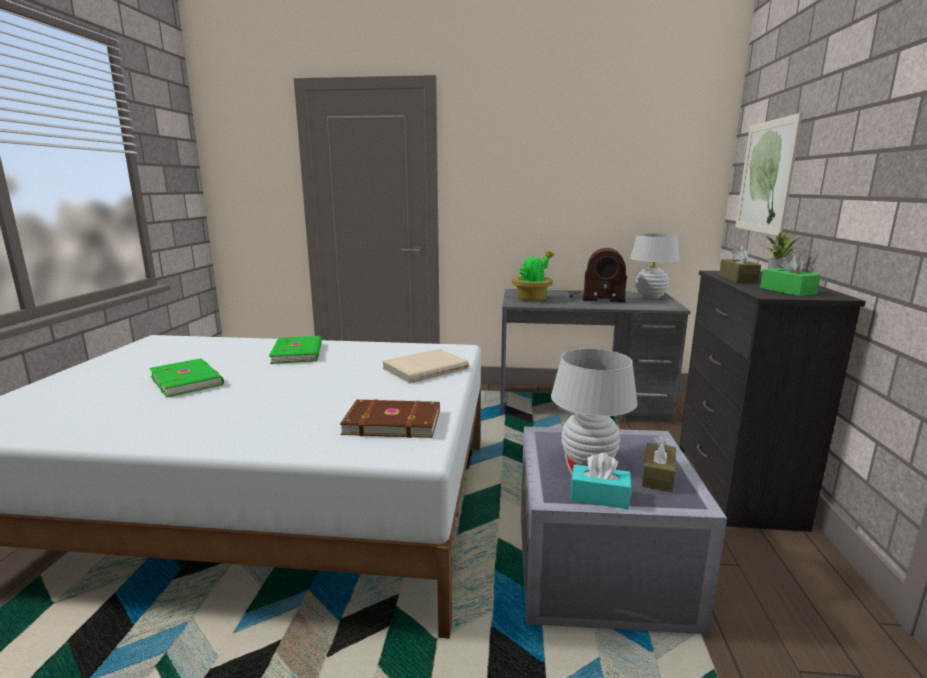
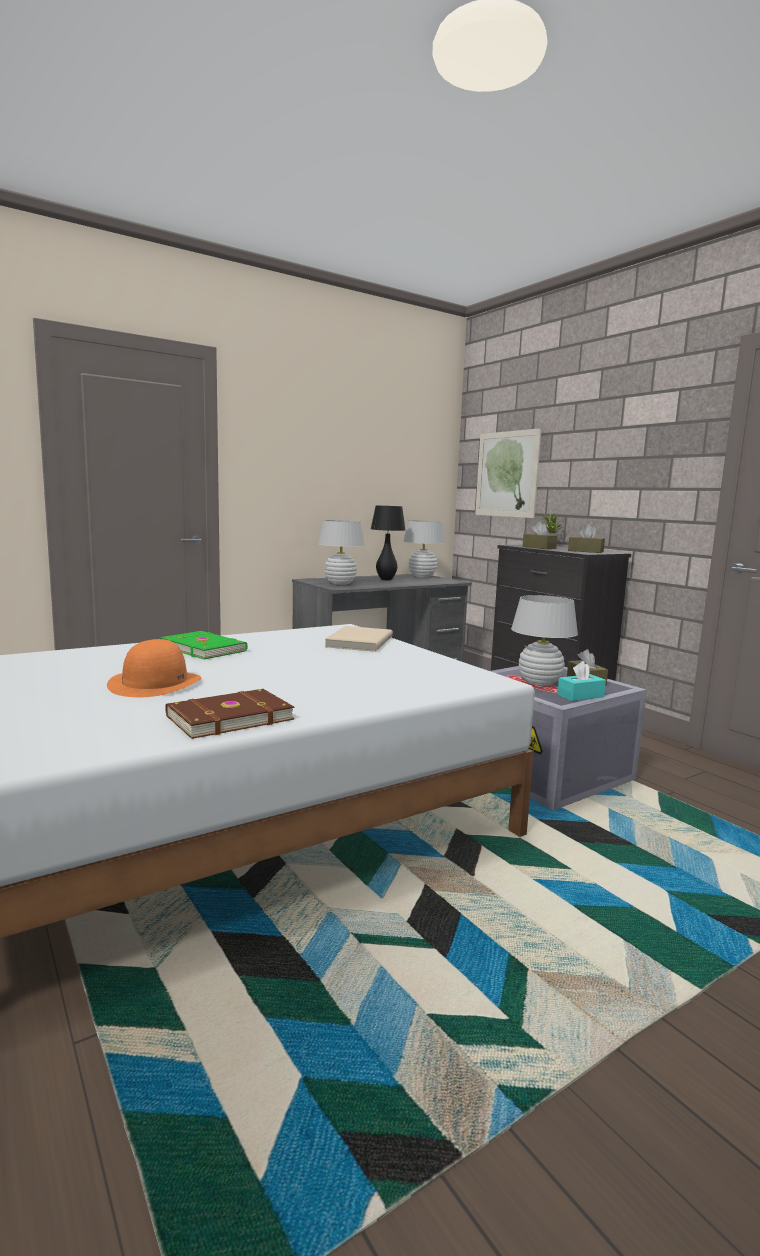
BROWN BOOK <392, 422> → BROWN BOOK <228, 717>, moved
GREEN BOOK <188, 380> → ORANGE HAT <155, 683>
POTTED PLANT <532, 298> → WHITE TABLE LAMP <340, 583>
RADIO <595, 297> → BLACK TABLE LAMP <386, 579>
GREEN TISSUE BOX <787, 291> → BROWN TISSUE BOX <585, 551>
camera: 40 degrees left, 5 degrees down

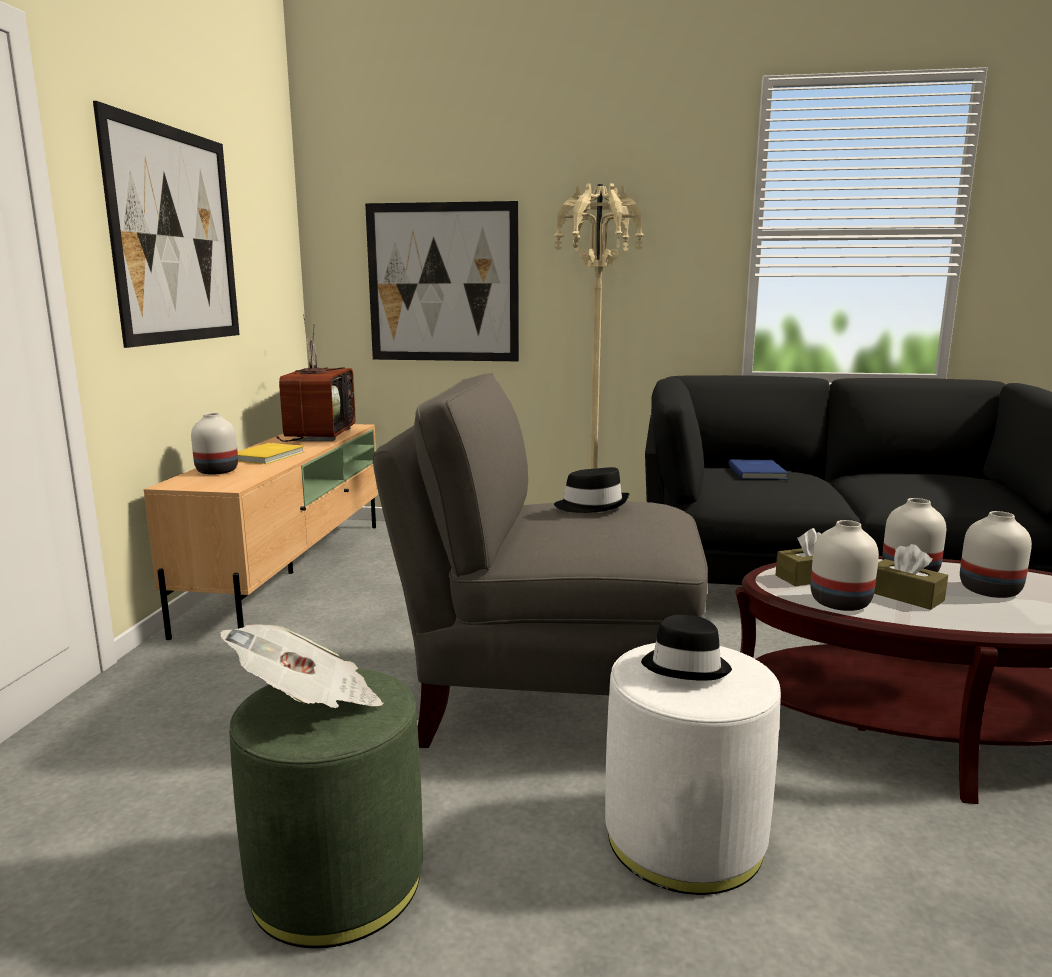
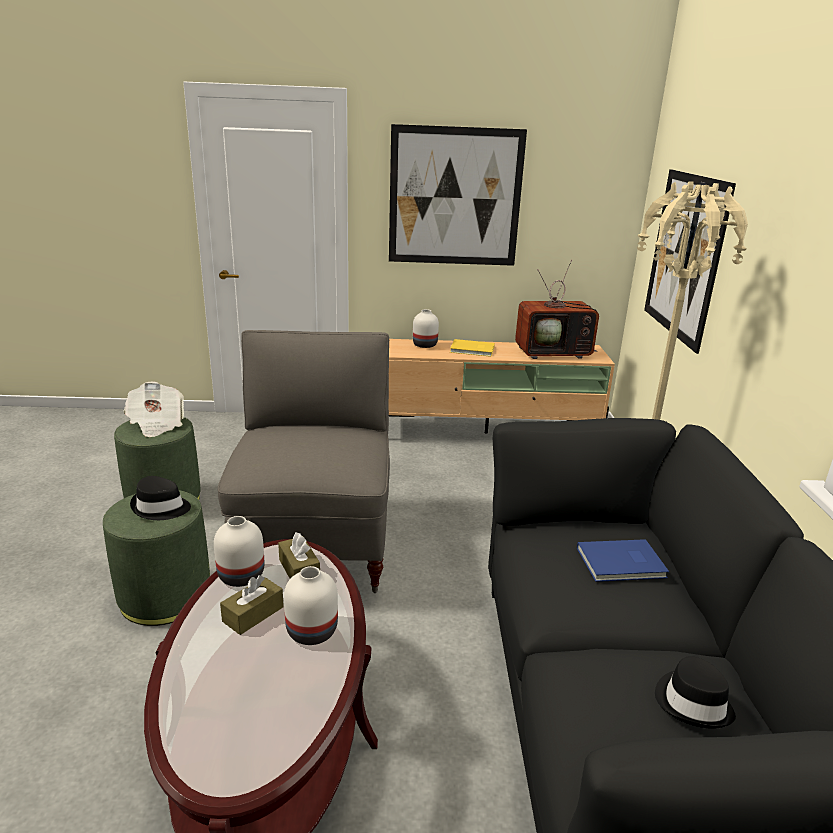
WHITE VASE <991, 590> → -
BLACK HAT <592, 505> → BLACK HAT <693, 702>, moved
WHITE OTTOMAN <684, 837> → GREEN OTTOMAN <165, 596>
camera: 80 degrees right, 10 degrees up

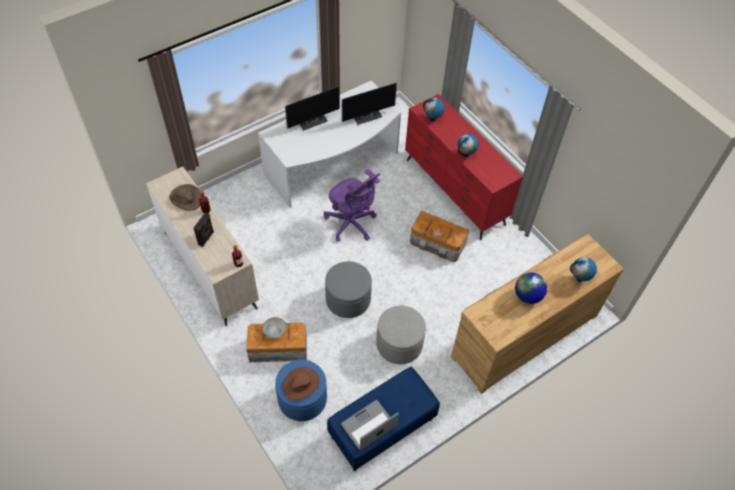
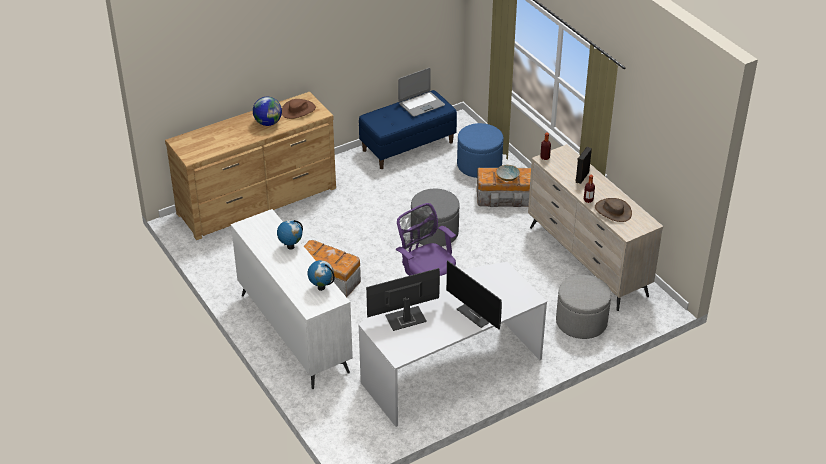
GLOBE <579, 278> → -
BROWN HAT <301, 384> → BROWN HAT <298, 110>, moved
GREY OTTOMAN <399, 344> → GREY OTTOMAN <581, 322>, moved
RED DRESSER <454, 192> → WHITE DRESSER <294, 332>
MONITOR <312, 120> → MONITOR <477, 314>, 105 degrees counterclockwise
camera: 175 degrees left, 15 degrees down

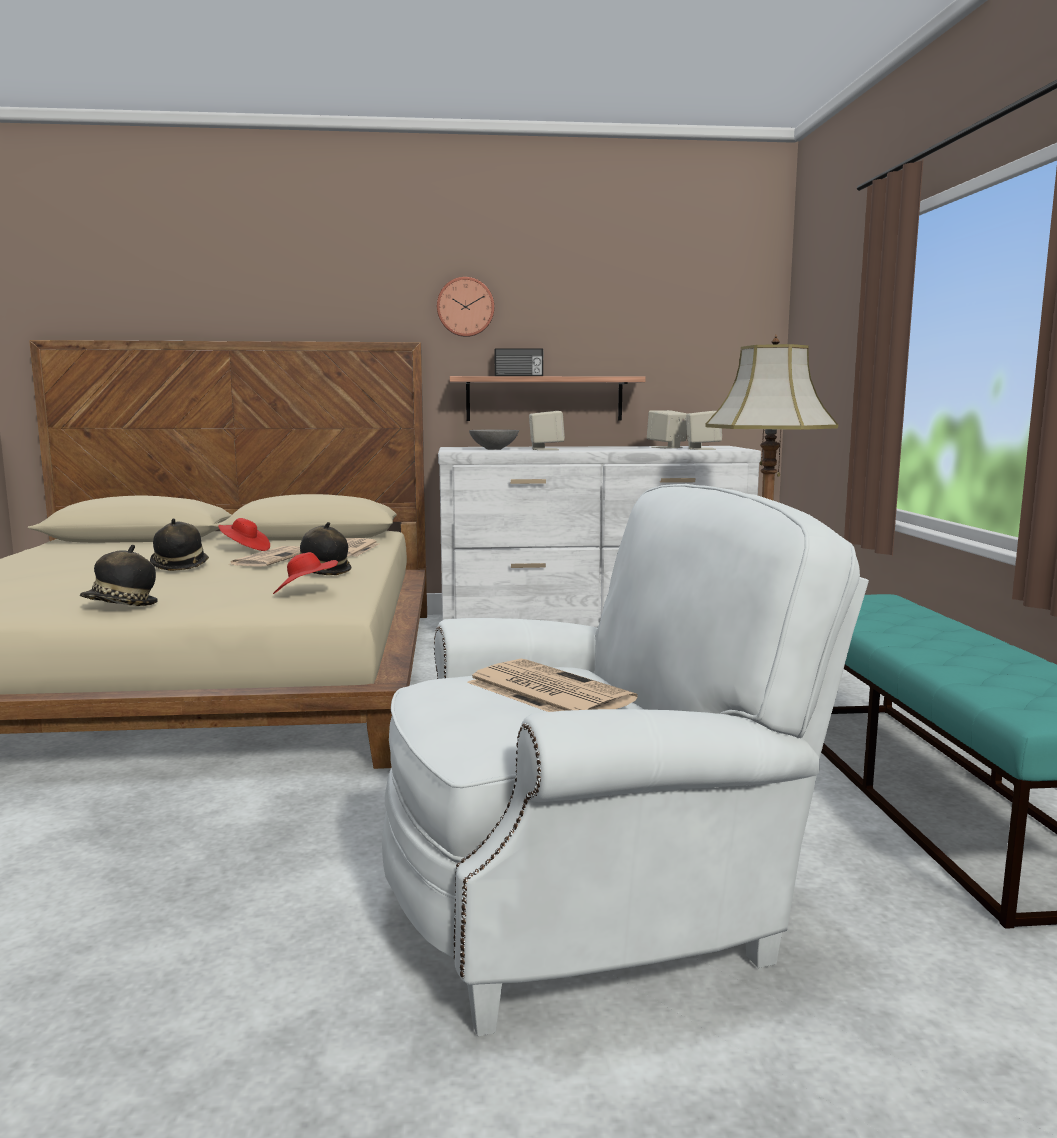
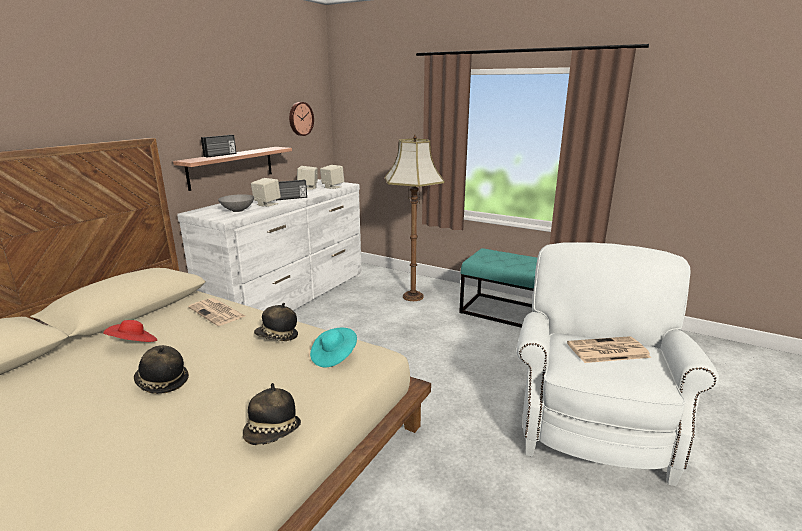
NEWSPAPER <271, 558> → -
- → RADIO <291, 198>
WALL CLOCK <465, 307> → WALL CLOCK <300, 119>, moved
RED HAT <305, 593> → TURQUOISE HAT <334, 356>
camera: 55 degrees left, 10 degrees up

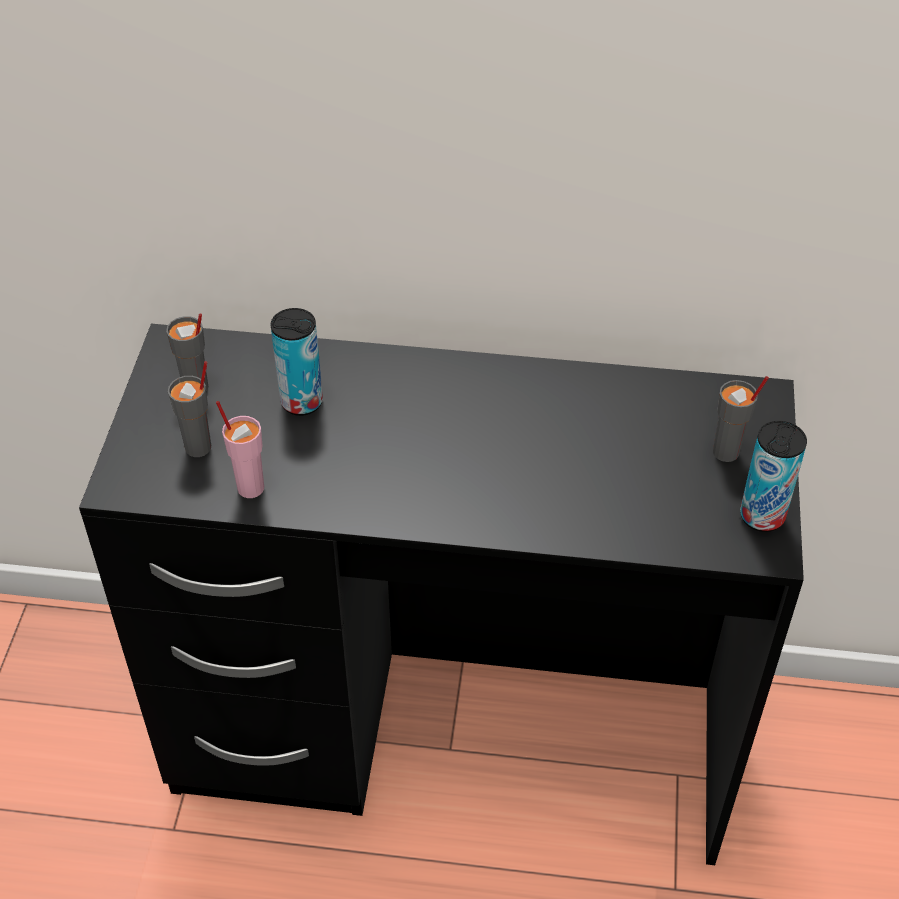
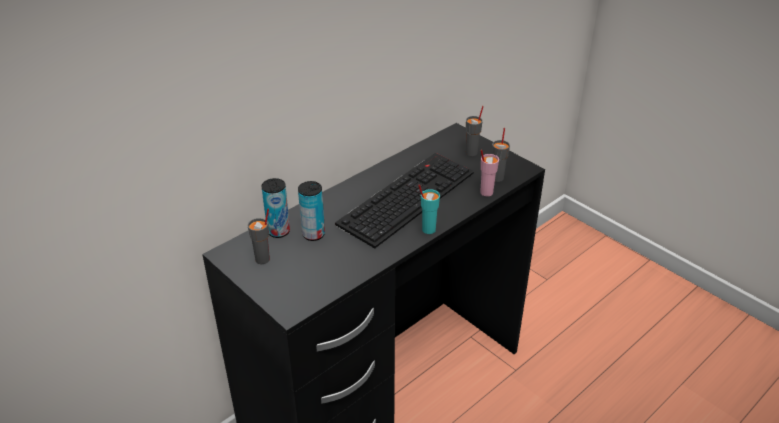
- → KEYBOARD <406, 197>
- → TURQUOISE CUP <428, 229>
GREY CUP <199, 447> → GREY CUP <497, 177>, moved
PINK CUP <250, 487> → PINK CUP <486, 192>, moved
CAN <762, 516> → CAN <278, 231>, moved
camera: 50 degrees left, 10 degrees down

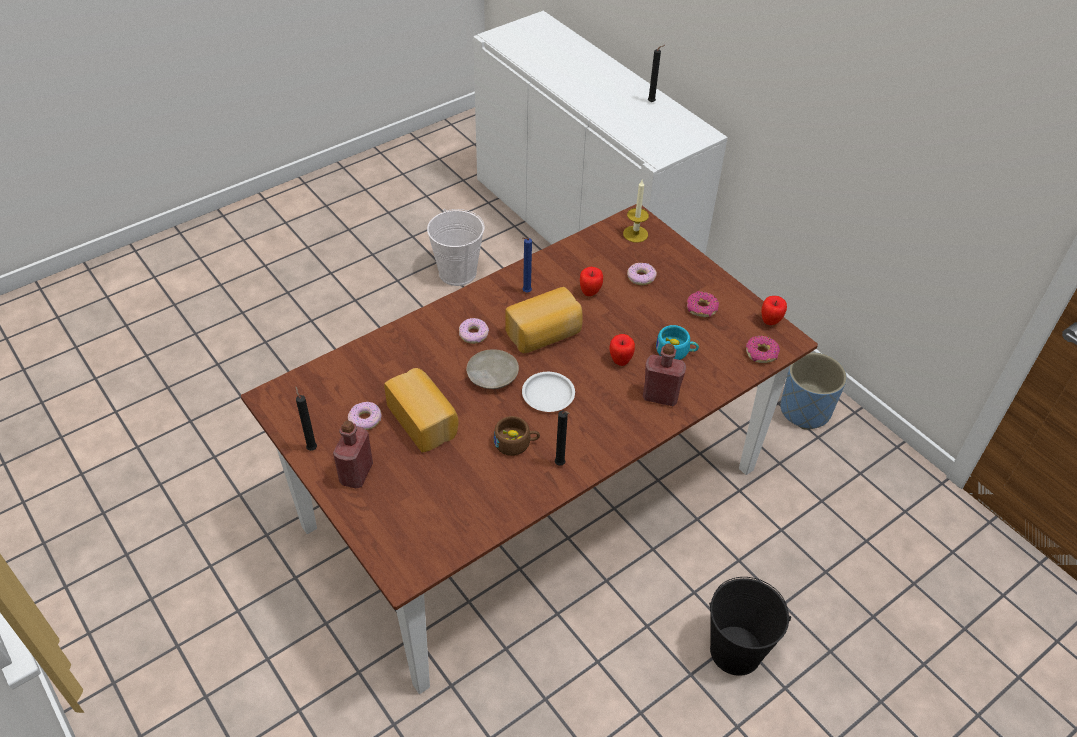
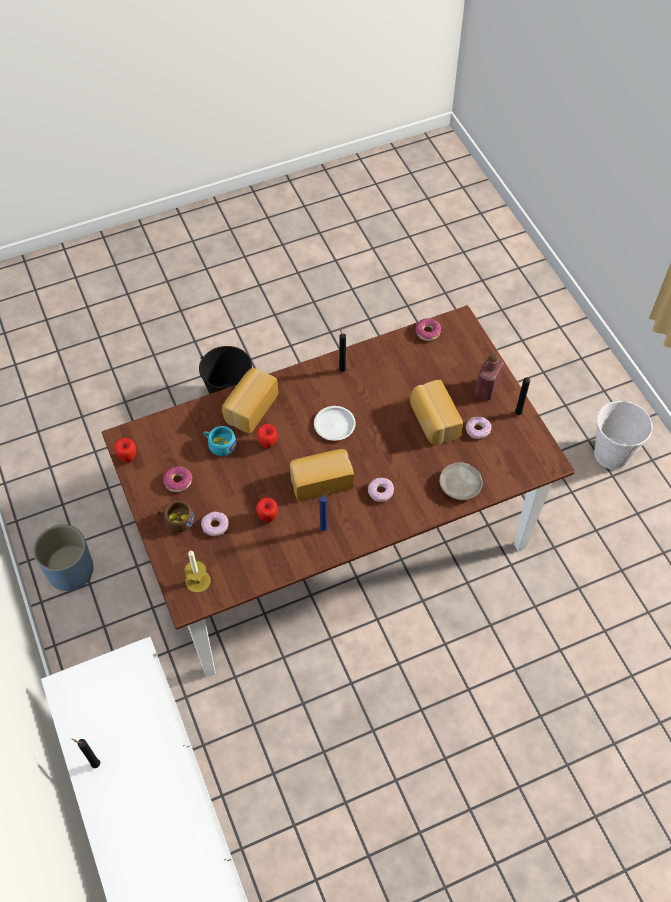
WHITE BUCKET <457, 273> → WHITE BUCKET <612, 454>, moved
BEIGE PLATE <492, 375> → BEIGE PLATE <460, 485>, moved
BROWN CUP <516, 443> → BROWN CUP <176, 520>, moved
DONUT <761, 353> → DONUT <427, 332>, moved
RED BOTTLE <660, 396> → BREAD <249, 407>
camera: 165 degrees left, 10 degrees up

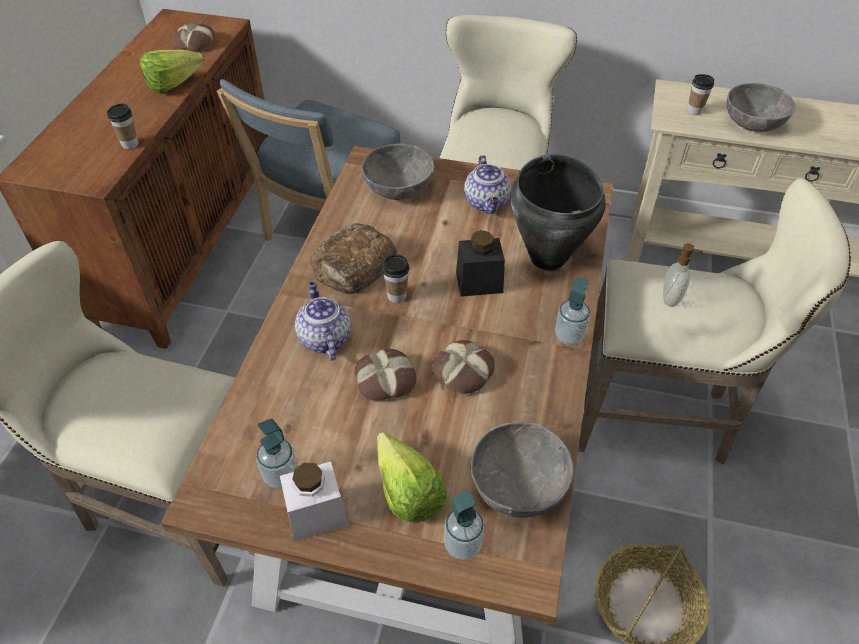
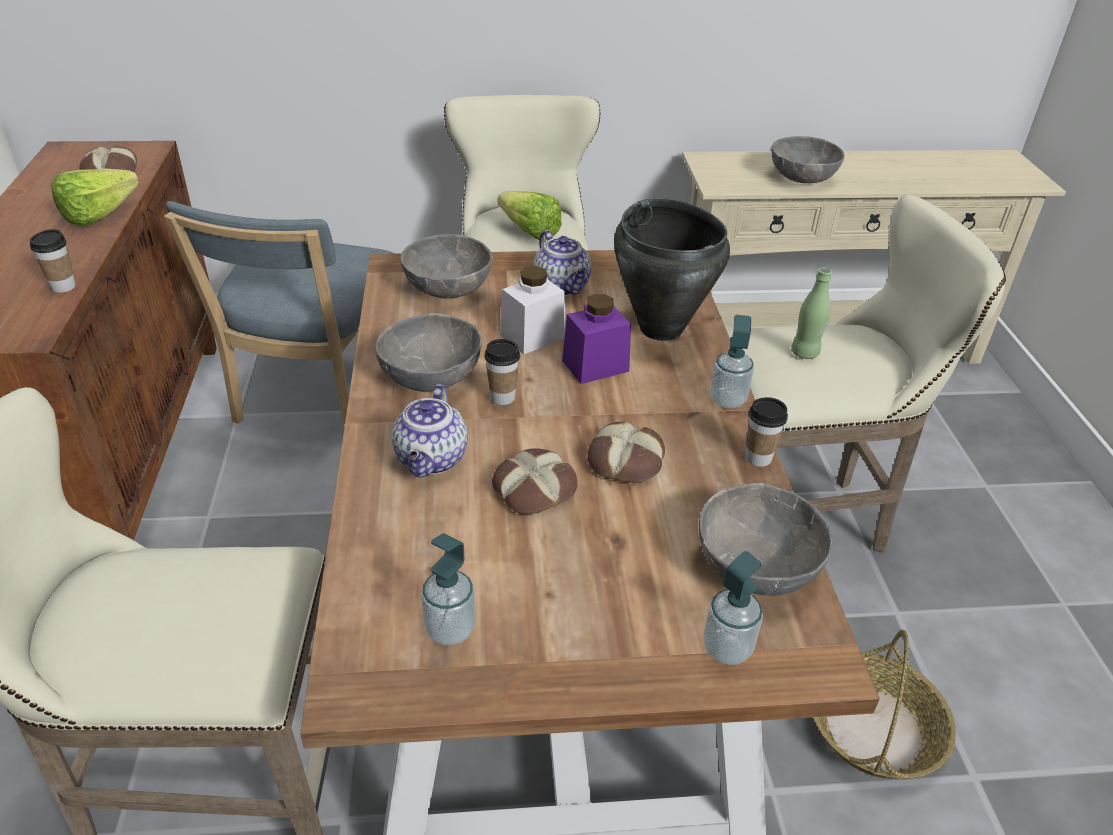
WHITE JAR <316, 514> → WHITE JAR <532, 336>, moved
LETTUCE <406, 485> → LETTUCE <526, 230>, moved
CUP <694, 111> → CUP <758, 458>, moved
BREAD <353, 266> → GREY BOWL <431, 376>
SOAP DISPENSER <672, 298> → GREEN BOTTLE <804, 353>
BLACK JAR <479, 282> → PURPLE JAR <595, 366>
TEAPOT <324, 338> → TEAPOT <432, 460>, 135 degrees counterclockwise
camera: 20 degrees left, 10 degrees down

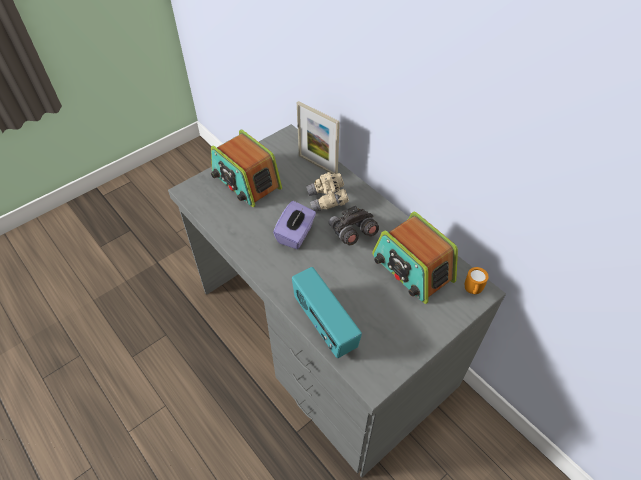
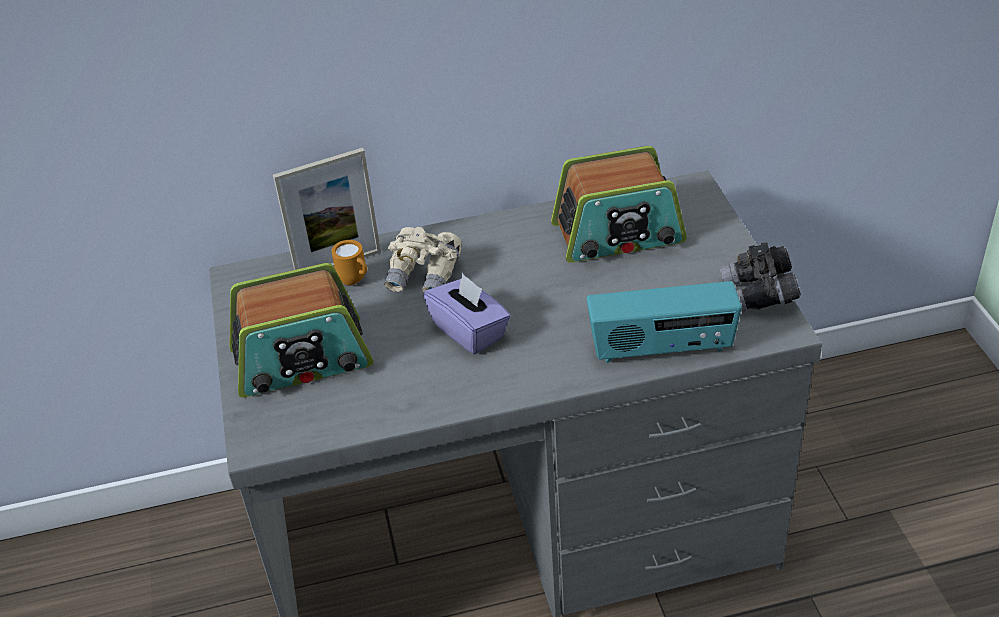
GREY BINOCULARS <352, 233> → GREY BINOCULARS <758, 296>, moved
ORANGE MUG <472, 291> → ORANGE MUG <355, 281>, moved
camera: 60 degrees left, 10 degrees down

